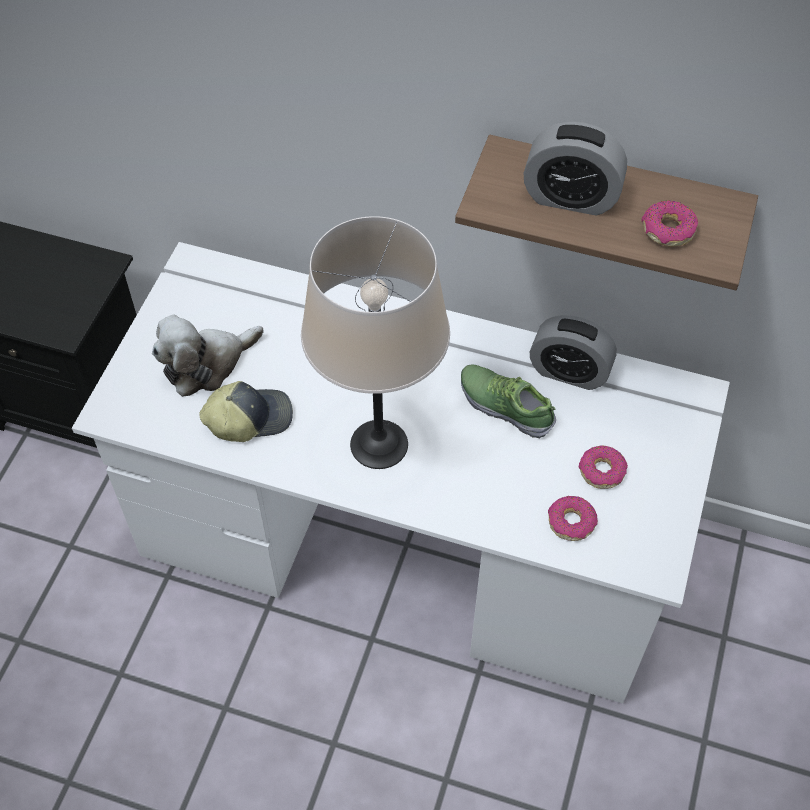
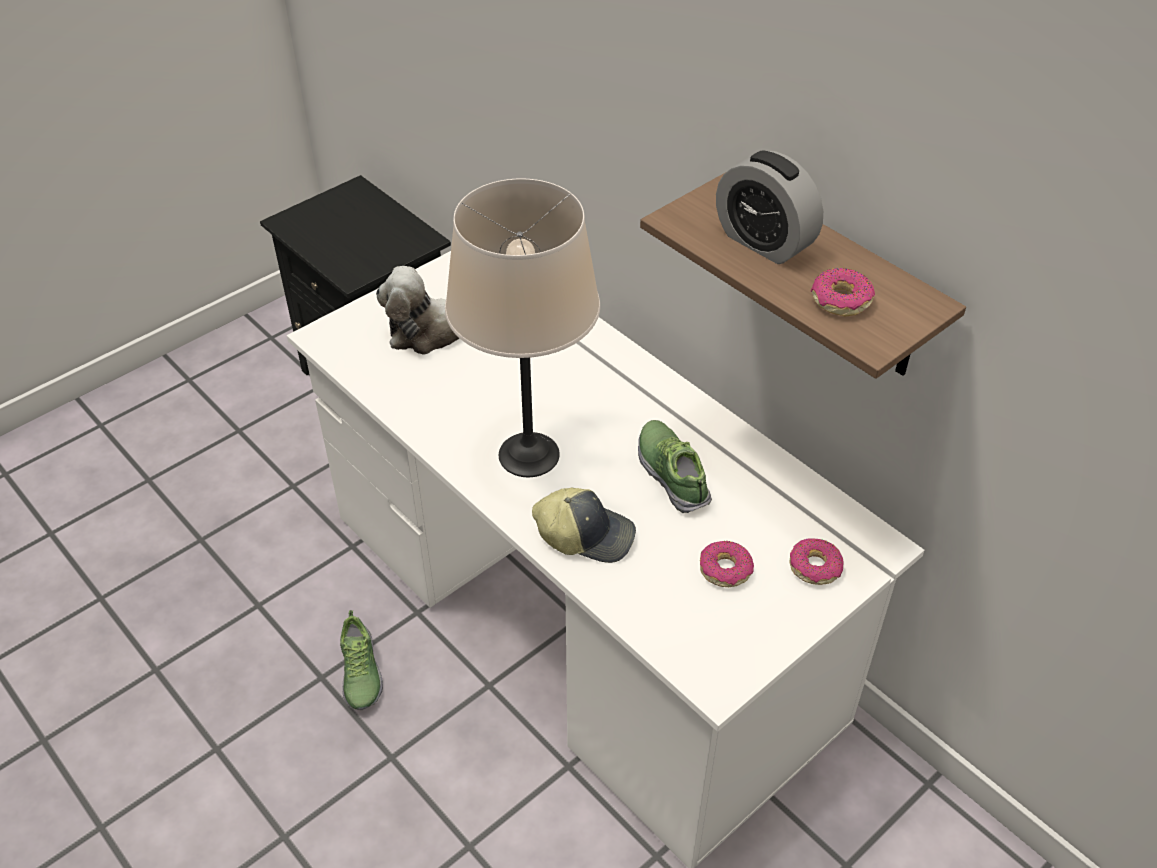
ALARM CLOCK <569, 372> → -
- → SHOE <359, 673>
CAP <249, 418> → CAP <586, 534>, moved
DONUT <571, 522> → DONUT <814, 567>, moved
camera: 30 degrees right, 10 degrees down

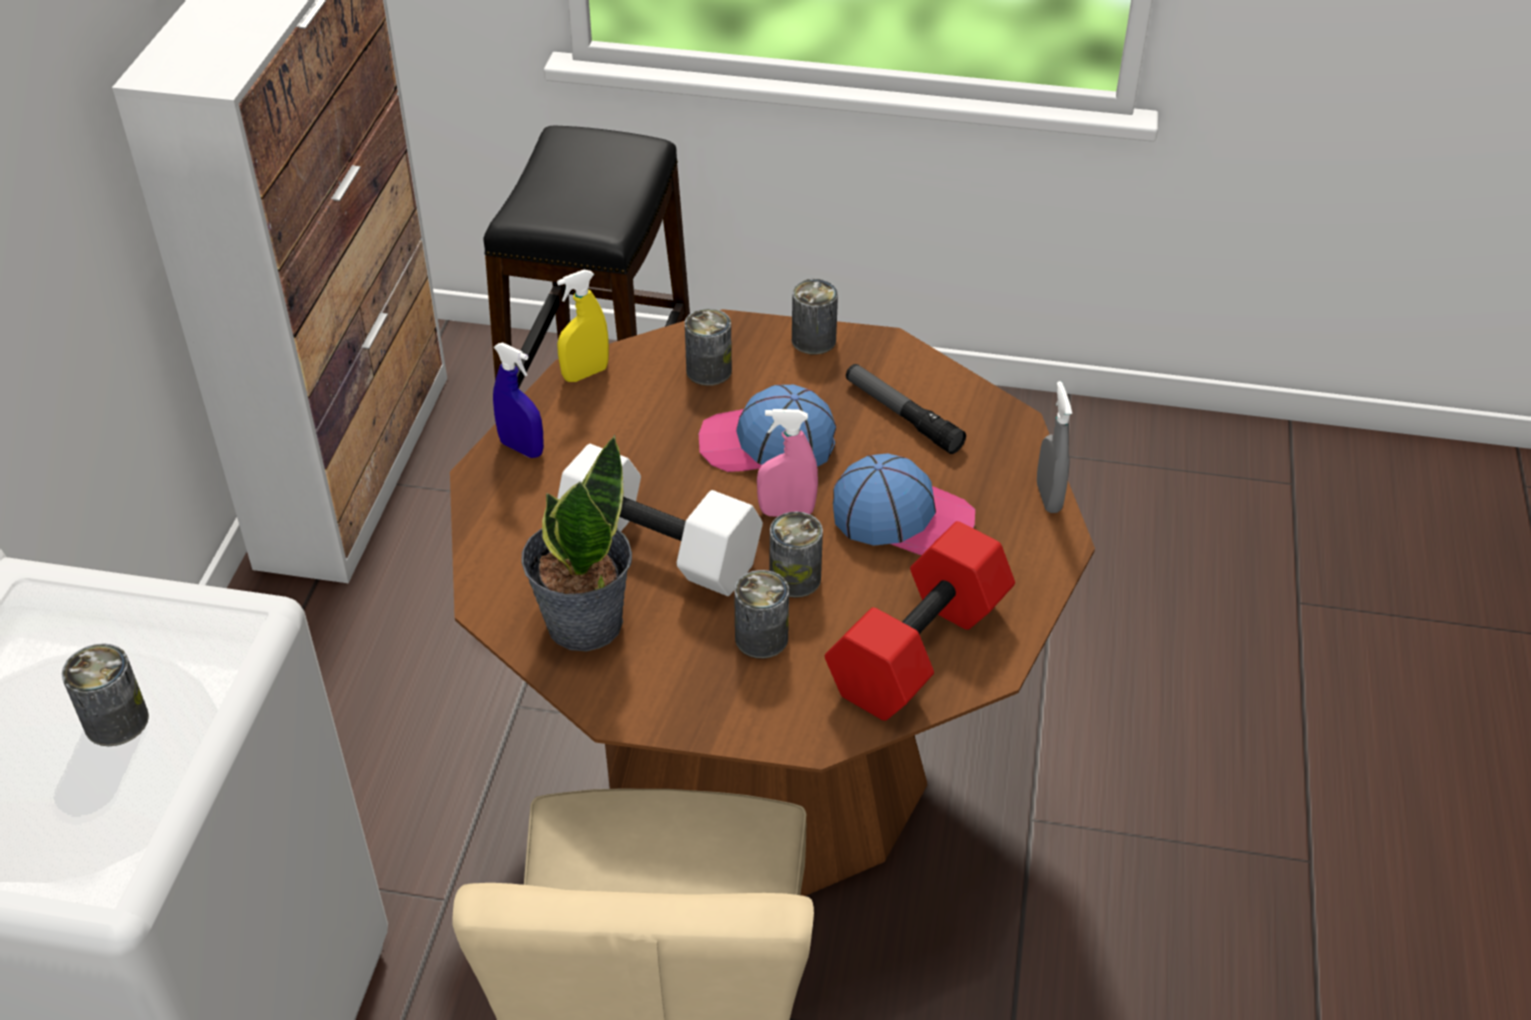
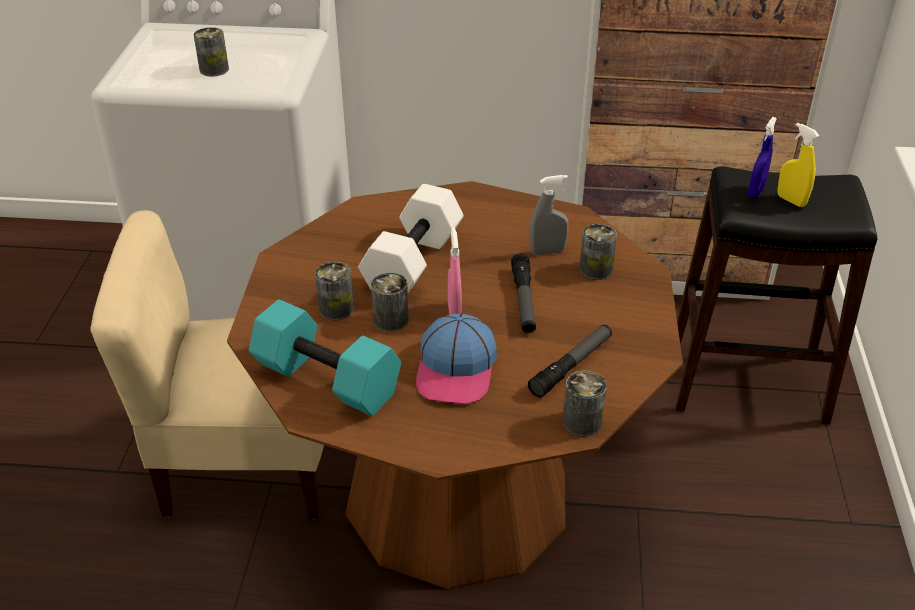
POTTED PLANT <583, 622> → -
BLUE SPRAY BOTTLE <522, 448> → BLUE SPRAY BOTTLE <756, 192>, moved
YELLOW SPRAY BOTTLE <585, 373> → YELLOW SPRAY BOTTLE <791, 200>, moved
CAN <813, 340> → CAN <582, 422>, moved
GREY SPRAY BOTTLE <1048, 497> → GREY SPRAY BOTTLE <547, 251>, moved
CAP <766, 443> → FLASHLIGHT <523, 300>
RED DUMBBELL <920, 651> → TURQUOISE DUMBBELL <324, 380>
camera: 85 degrees right, 5 degrees down

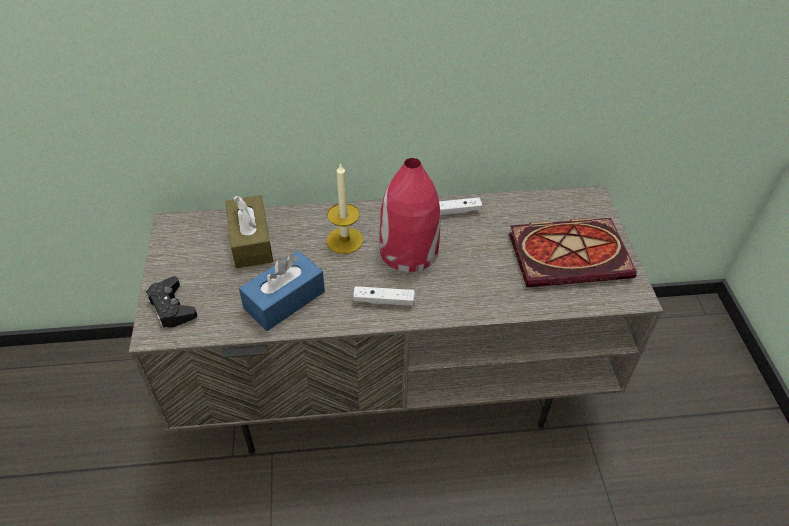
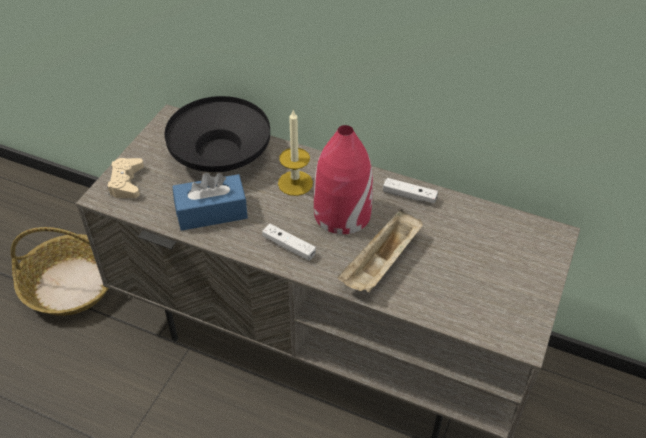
BOOK <571, 254> → -
- → BASKET <71, 284>
- → BEIGE TRAY <381, 264>
BROWN TISSUE BOX <251, 241> → BLACK BOWL <220, 154>
BLACK GAME CONTROLLER <171, 307> → BEIGE GAME CONTROLLER <126, 183>
camera: 30 degrees right, 0 degrees up

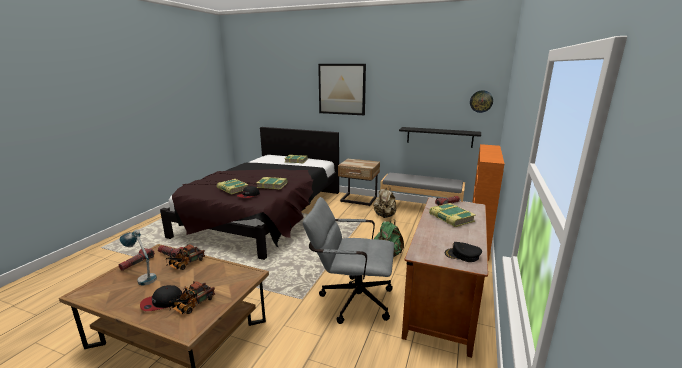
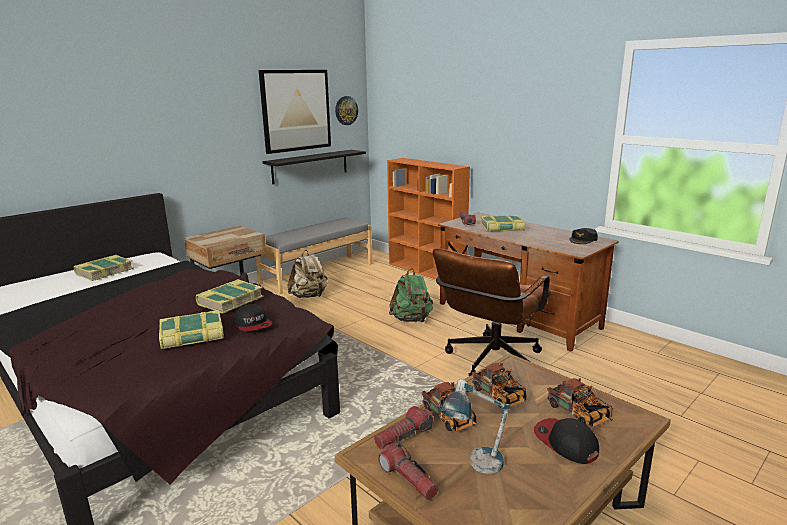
- → TOY TRUCK <500, 398>
PICTURE <342, 89> → PICTURE <296, 110>, moved
GREY OFFICE CHAIR <350, 299> → BROWN OFFICE CHAIR <490, 363>
CAP <162, 302> → CAP <565, 443>, 150 degrees clockwise
camera: 65 degrees left, 0 degrees up

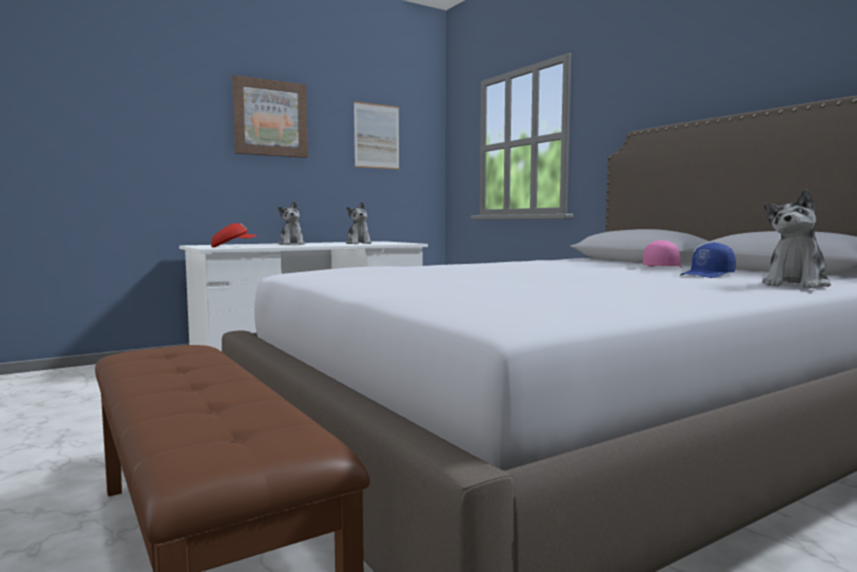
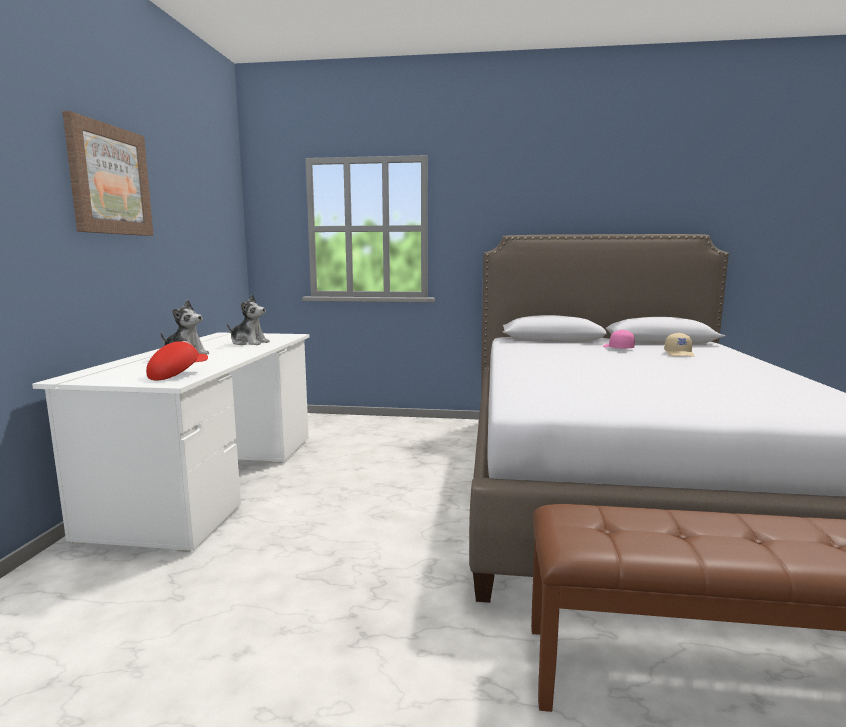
PICTURE <376, 136> → -
PLUSH TOY <795, 284> → -
BLUE CAP <708, 275> → BEIGE CAP <679, 354>
camera: 50 degrees left, 5 degrees up

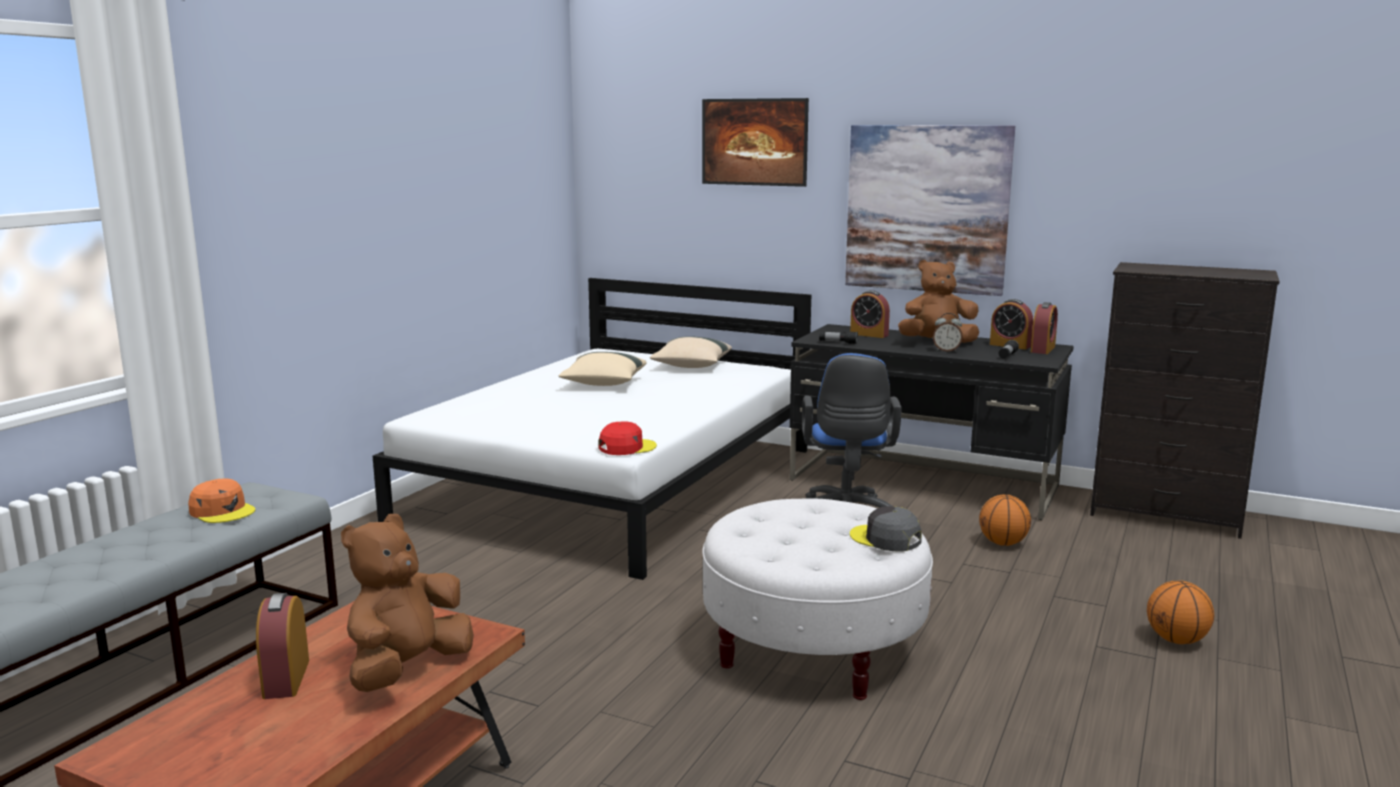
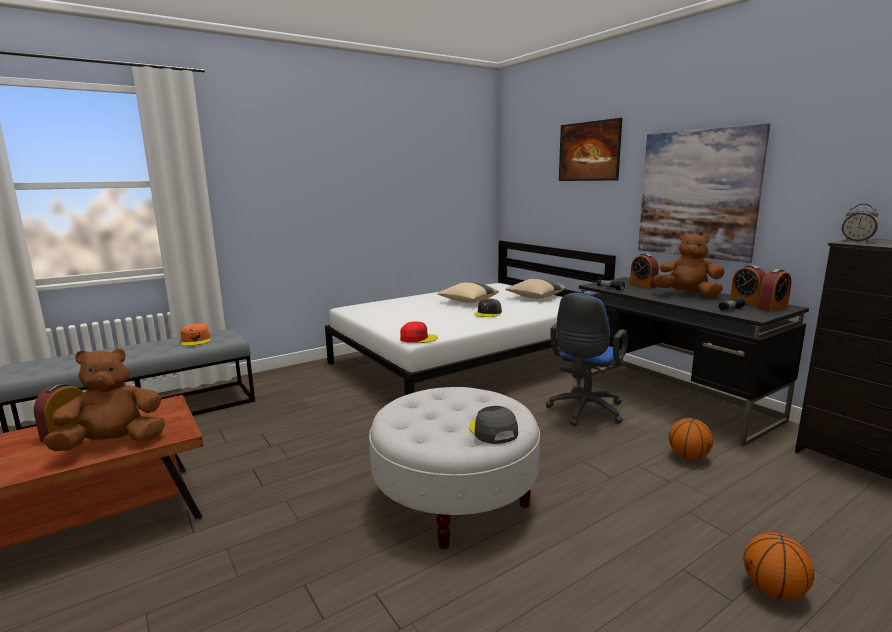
- → GREY CAP <488, 313>
ALARM CLOCK <946, 350> → ALARM CLOCK <856, 241>, moved
camera: 30 degrees right, 0 degrees up

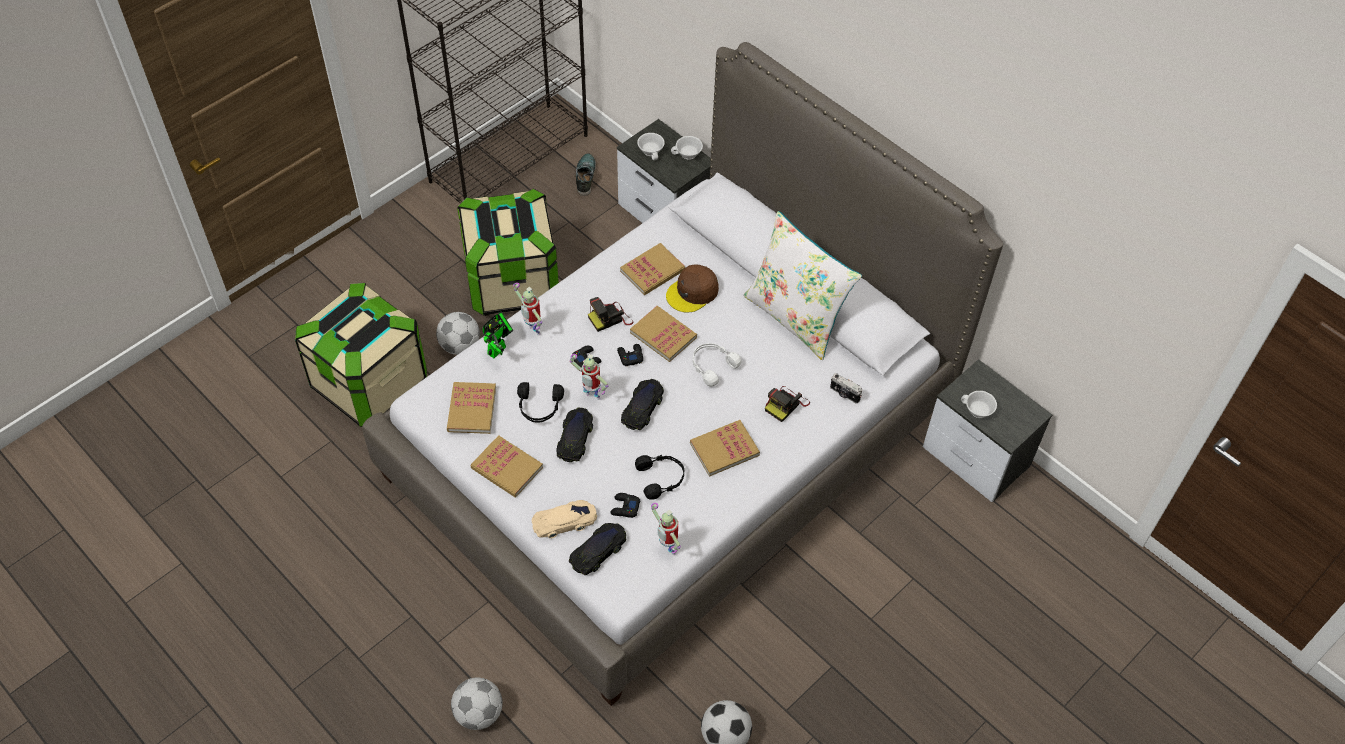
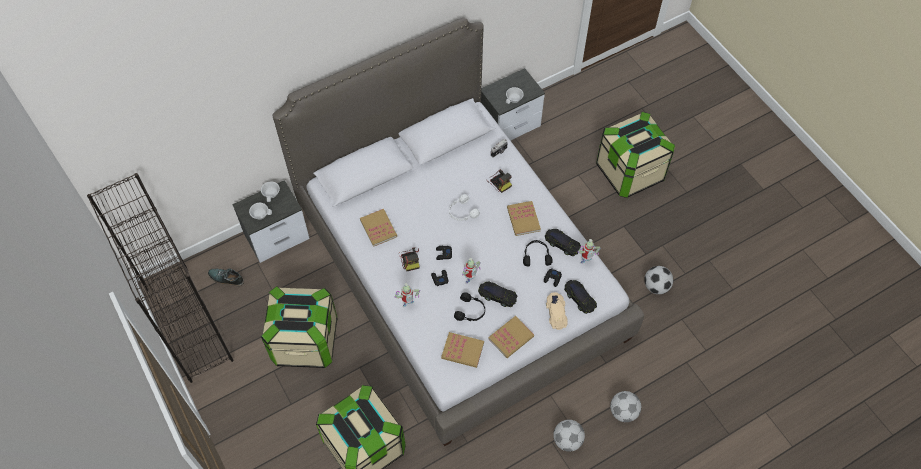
TOY ROBOT <499, 348> → -
BOOK <663, 335> → -
BROWN CAP <692, 292> → -
WHITE PILLOW <795, 317> → -
- → STORAGE BOX <629, 172>
FOOTBALL <460, 345> → FOOTBALL <567, 440>, moved
BLACK TOY CAR <643, 407> → BLACK TOY CAR <562, 243>, moved
camera: 75 degrees left, 5 degrees up

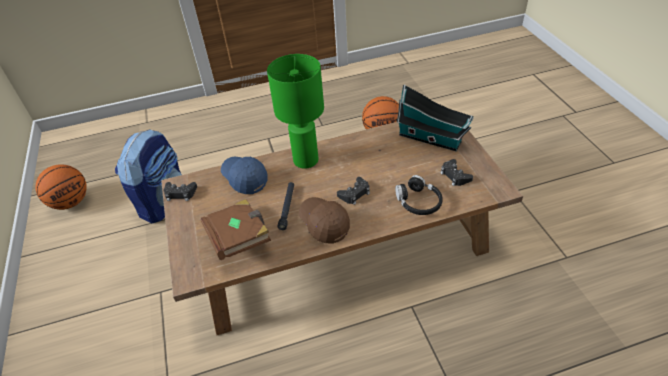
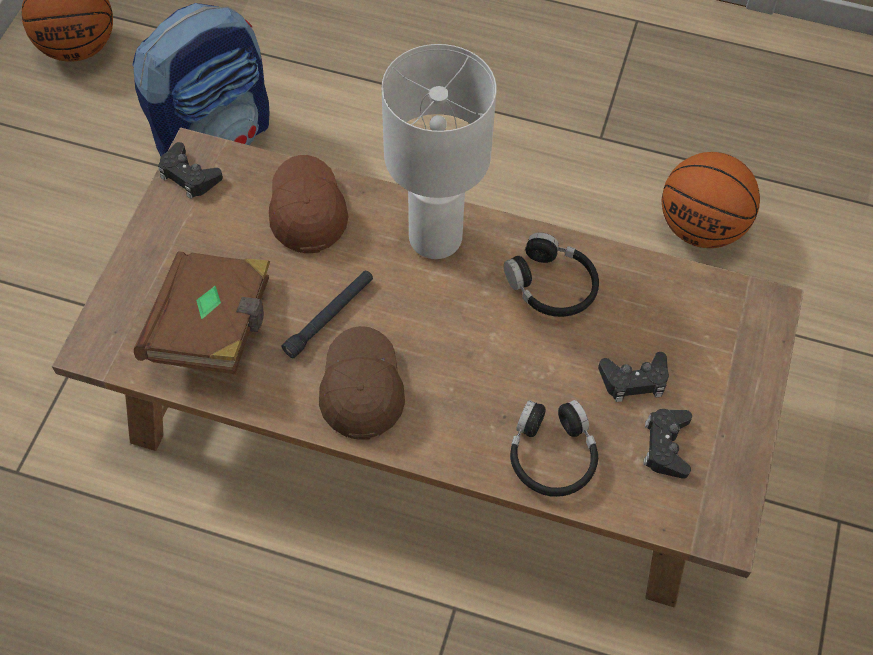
TOY HOUSE <432, 139> → -
- → BLACK HEADPHONES <551, 285>
BLACK GAME CONTROLLER <354, 194> → BLACK GAME CONTROLLER <634, 380>, moved
BLUE CAP <244, 179> → BROWN CAP <307, 211>
GREEN TABLE LAMP <305, 161> → WHITE TABLE LAMP <433, 238>
camera: 30 degrees right, 15 degrees up

